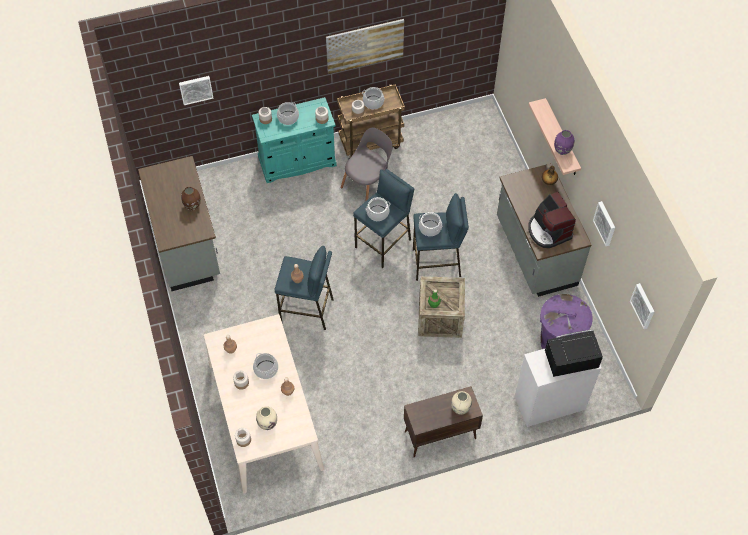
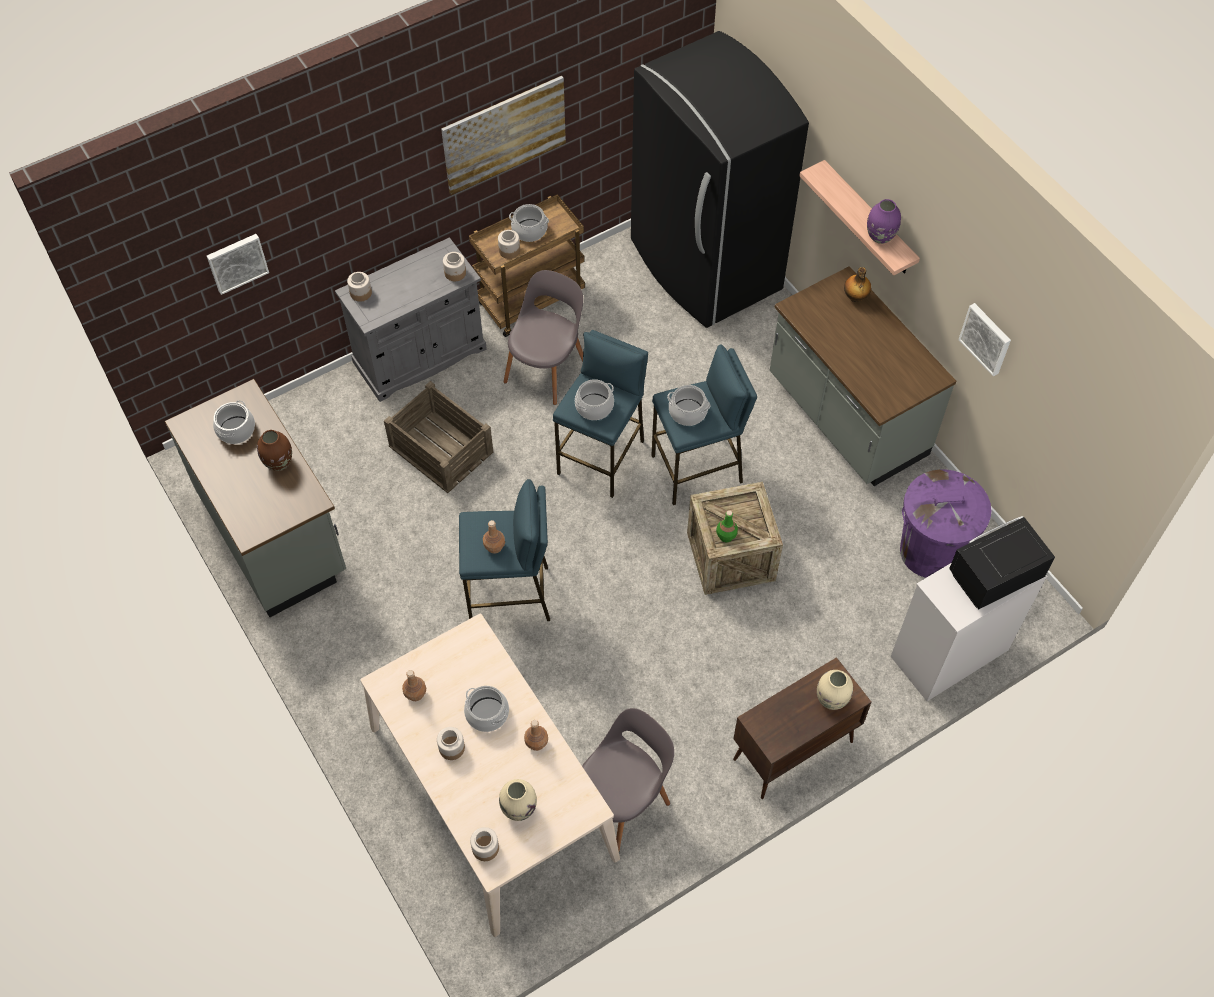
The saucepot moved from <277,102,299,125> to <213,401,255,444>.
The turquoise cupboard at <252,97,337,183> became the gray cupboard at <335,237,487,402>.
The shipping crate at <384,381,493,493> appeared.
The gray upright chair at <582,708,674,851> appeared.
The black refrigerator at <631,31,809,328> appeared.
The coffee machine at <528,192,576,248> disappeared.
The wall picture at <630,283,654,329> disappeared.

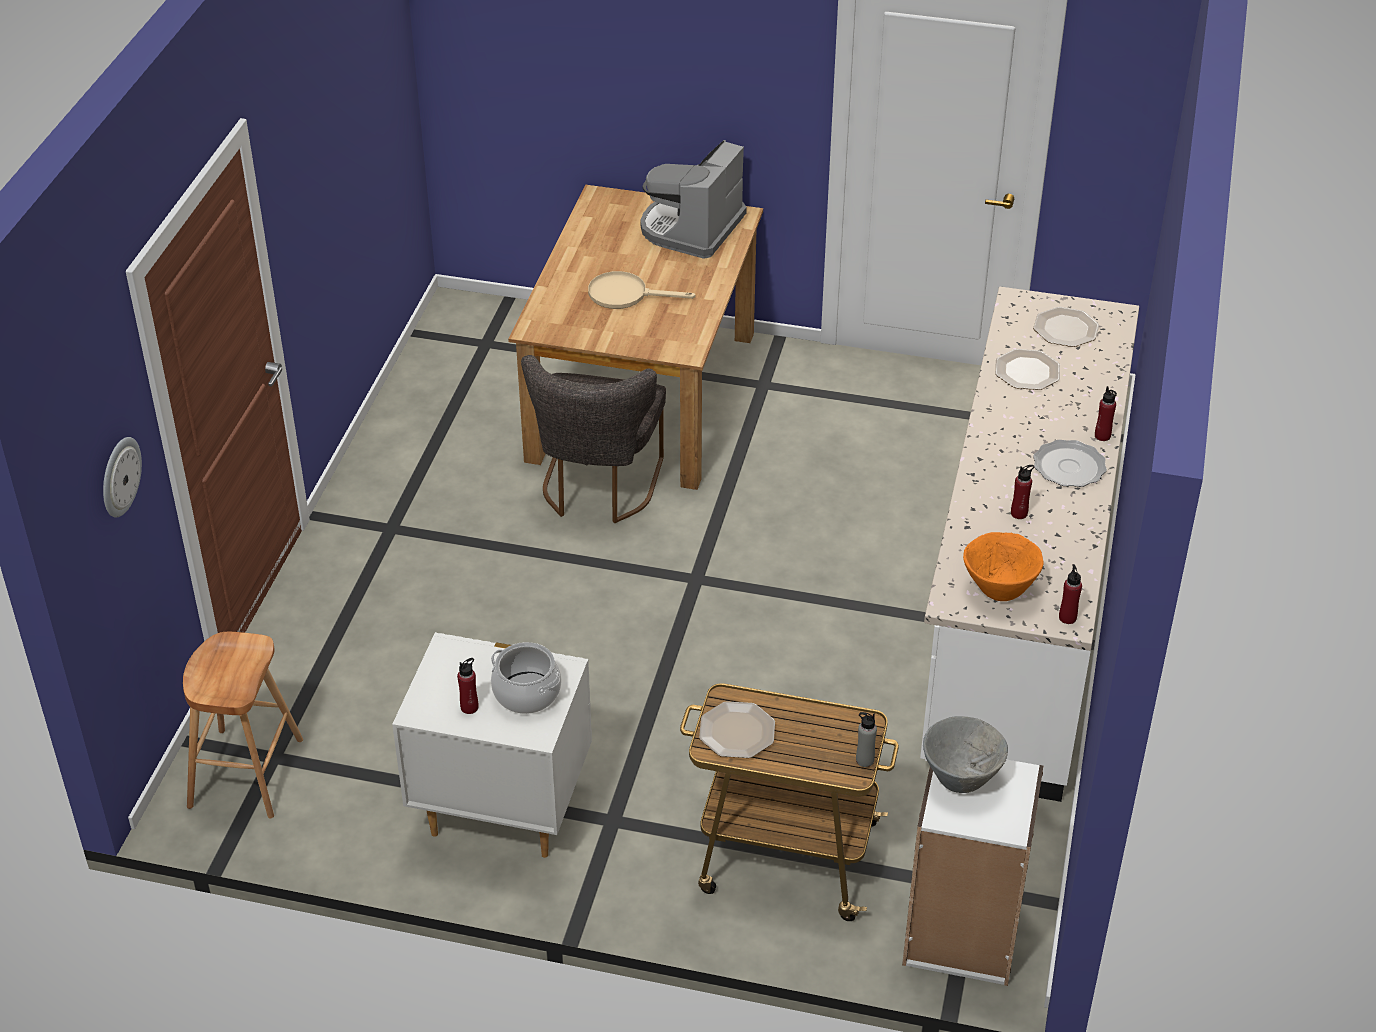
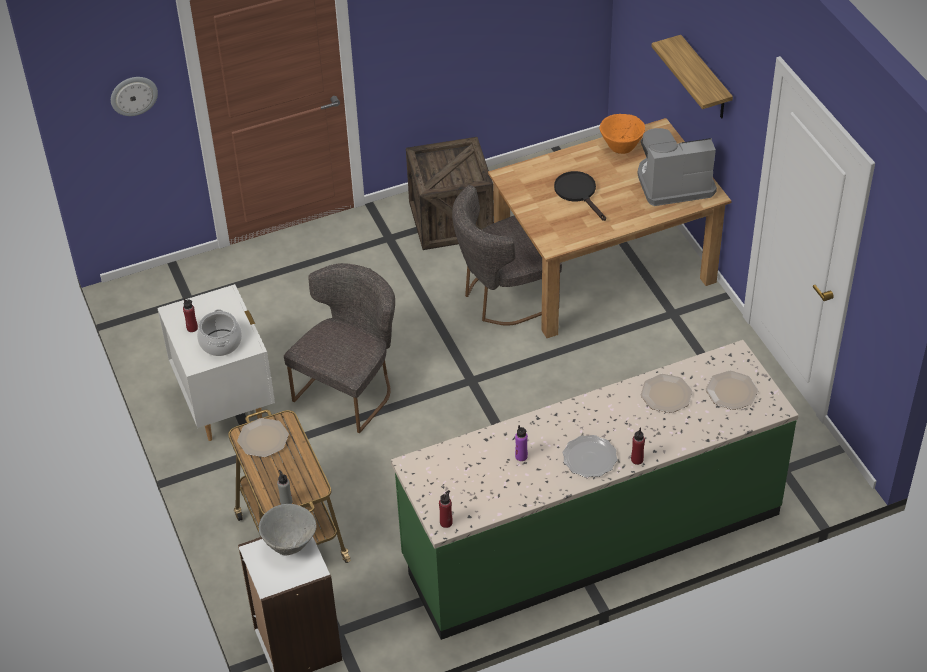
The gray upright chair at <284,263,395,433> appeared.
The white-coloured kitchen counter at <920,287,1139,802> became the greenish kitchen counter at <391,340,799,640>.
The shipping crate at <406,137,494,250> appeared.
The red drink bottle at <1011,465,1034,519> became the purple-coloured drink bottle at <515,425,528,461>.
The beige-coloured skillet at <588,271,696,309> became the black skillet at <554,171,606,221>.
The orangey bowl moved from <963,532,1043,601> to <599,114,645,154>.
The wall shelf at <652,35,733,118> appeared.
The brown-coloured sitting stool at <183,632,303,818> disappeared.

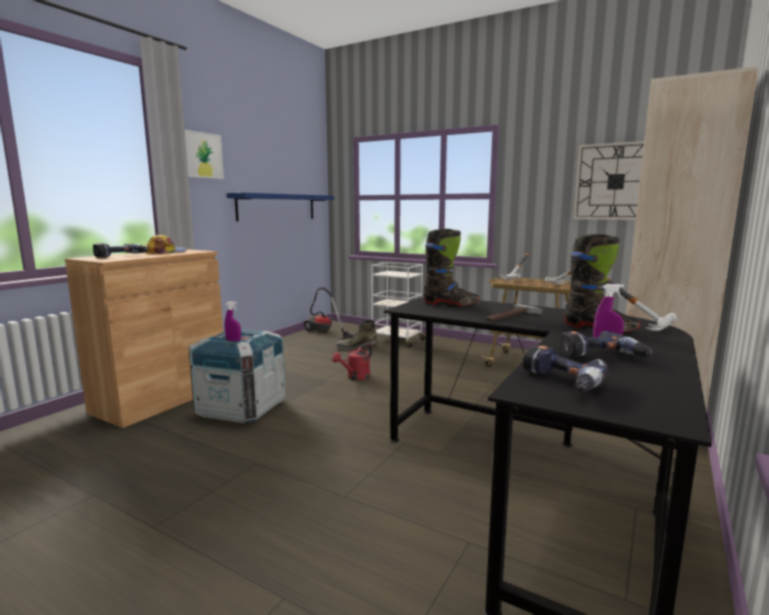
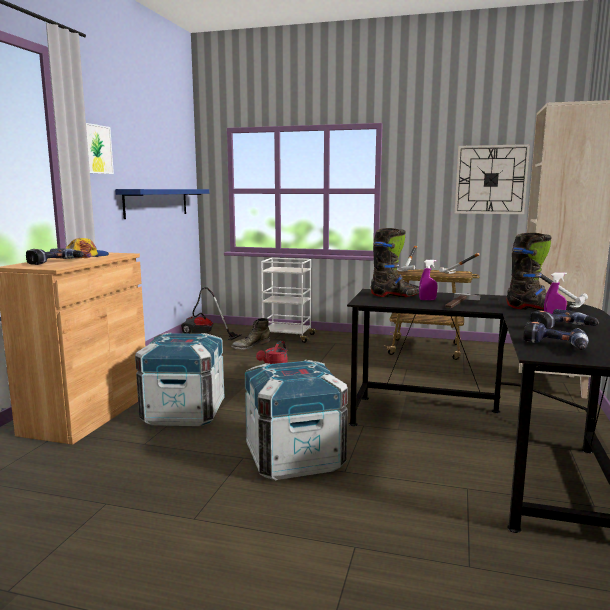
The shipping crate at <244,360,348,480> appeared.
The purple-coloured spray bottle moved from <225,301,241,341> to <419,260,437,300>.

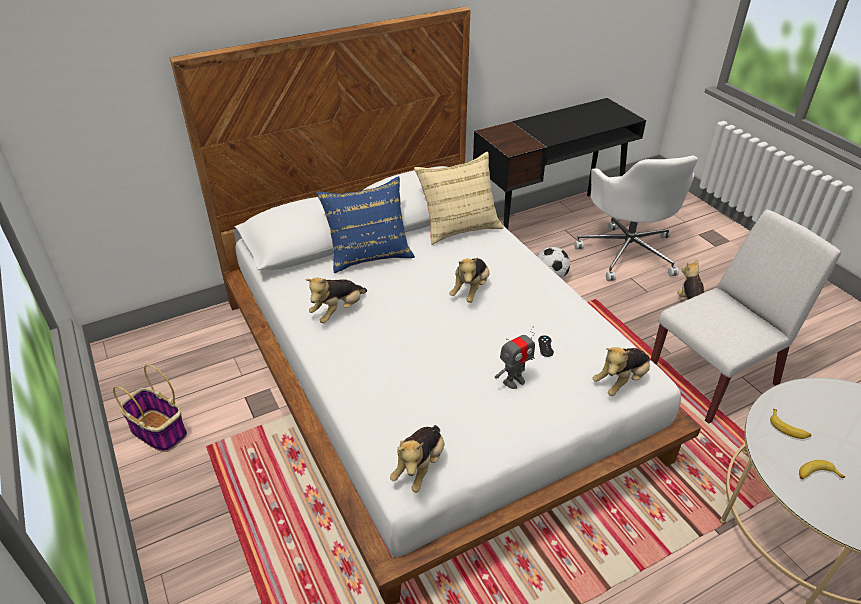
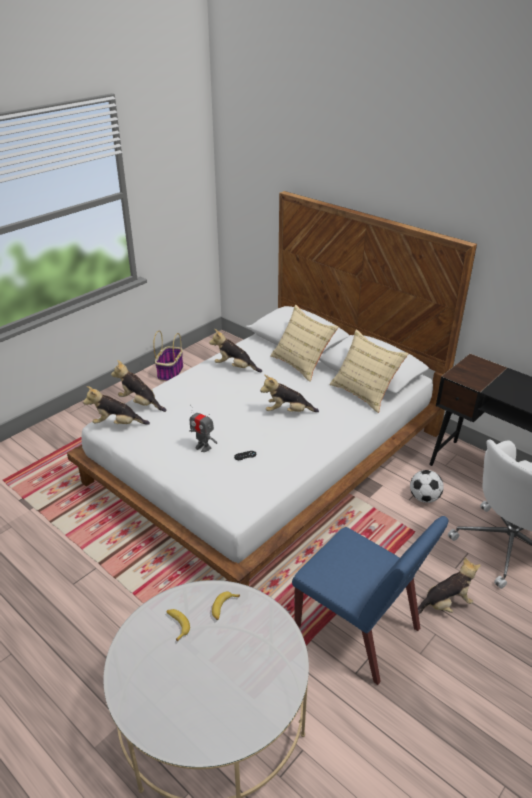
The plush toy moved from <593,347,650,396> to <111,360,166,412>.
The bluish pillow at <316,176,415,273> became the beige-coloured pillow at <270,305,339,382>.
The white-coloured upright chair at <651,210,841,424> became the bluish upright chair at <292,516,449,685>.

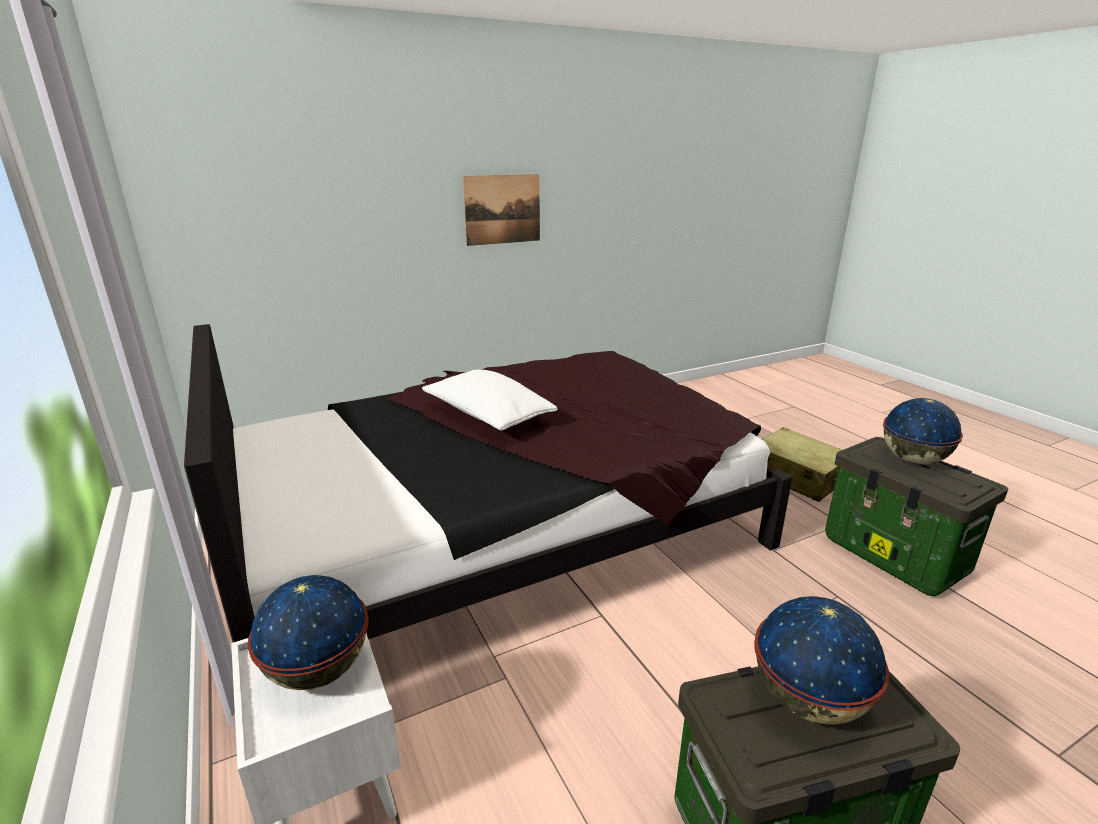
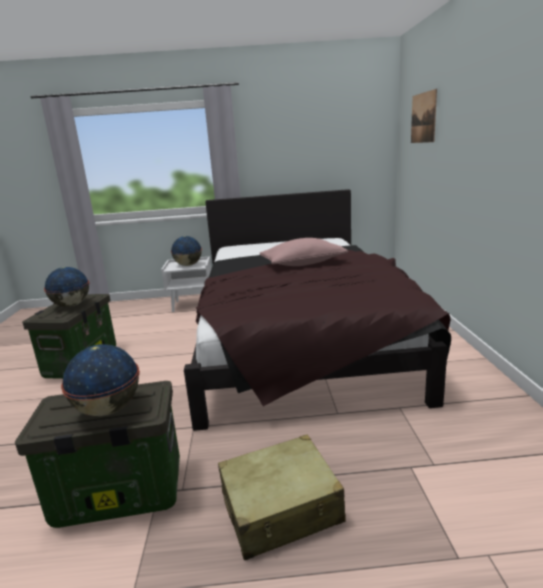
The white-coloured pillow at <422,370,558,431> became the pinkish pillow at <259,238,348,266>.
The wall picture moved from <463,174,540,246> to <411,89,437,143>.

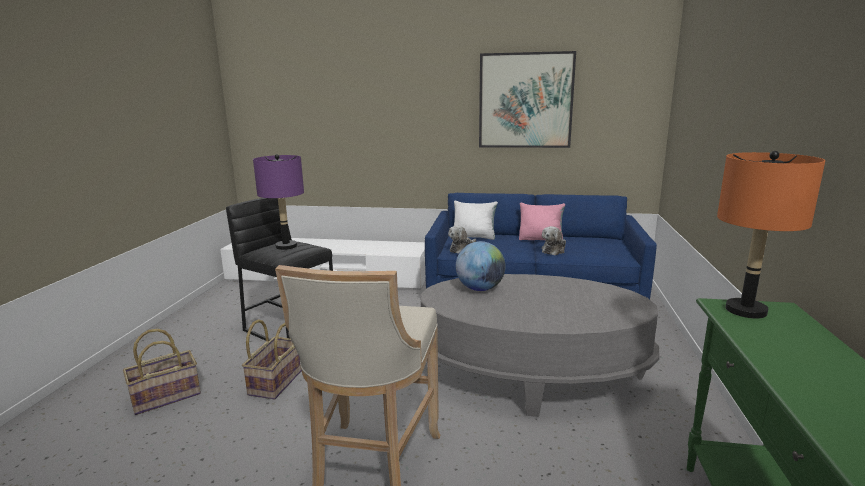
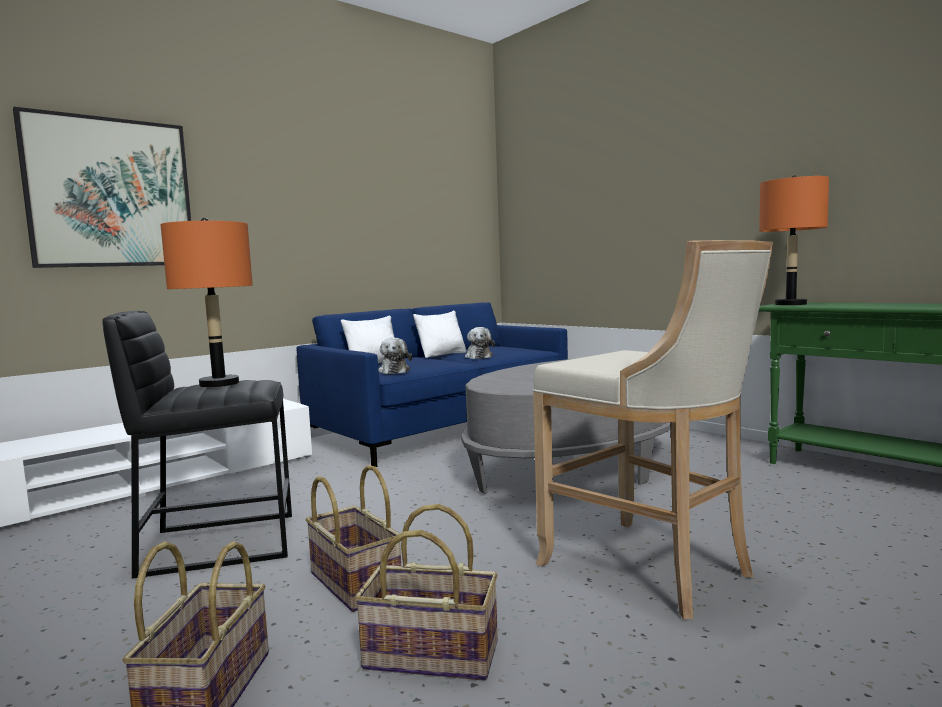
The wall picture moved from <479,51,576,148> to <13,107,191,268>.
The purple-coloured lamp for a table at <253,154,304,250> became the orangey lamp for a table at <160,218,253,387>.
The basket at <355,504,498,681> appeared.
The pinkish pillow at <519,203,565,240> became the white-coloured pillow at <413,311,467,358>.
The world globe at <456,241,505,291> disappeared.

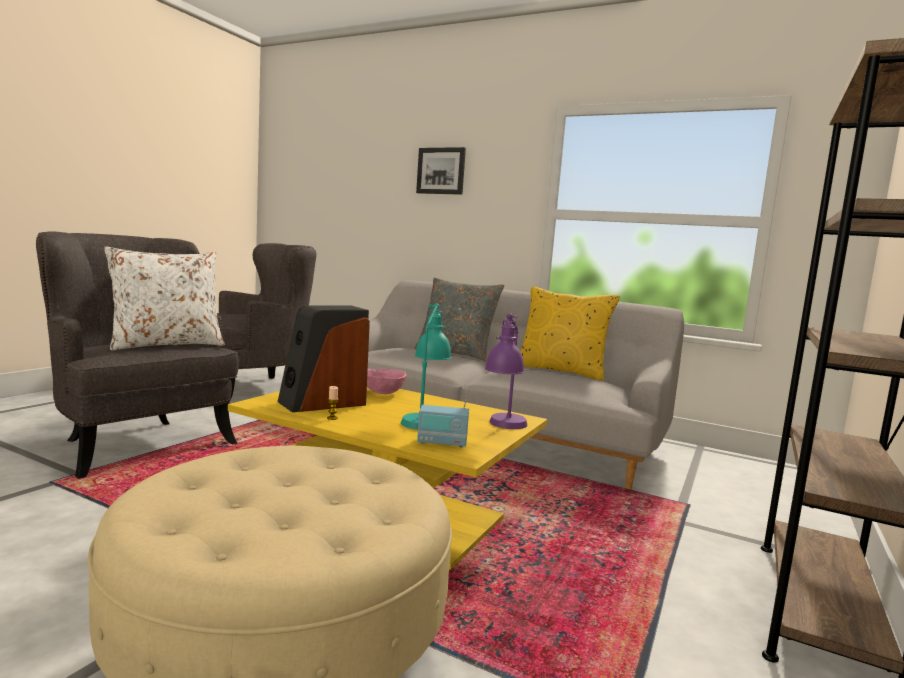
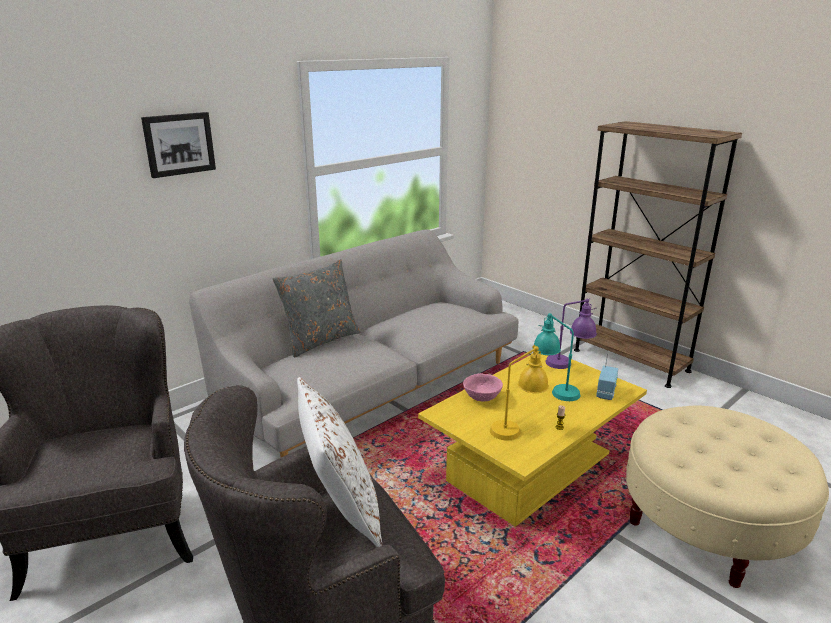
The audio speaker at <278,305,370,412> was replaced by the yellowish lamp for a table at <490,345,549,440>.
The yellowish pillow at <521,287,620,381> disappeared.

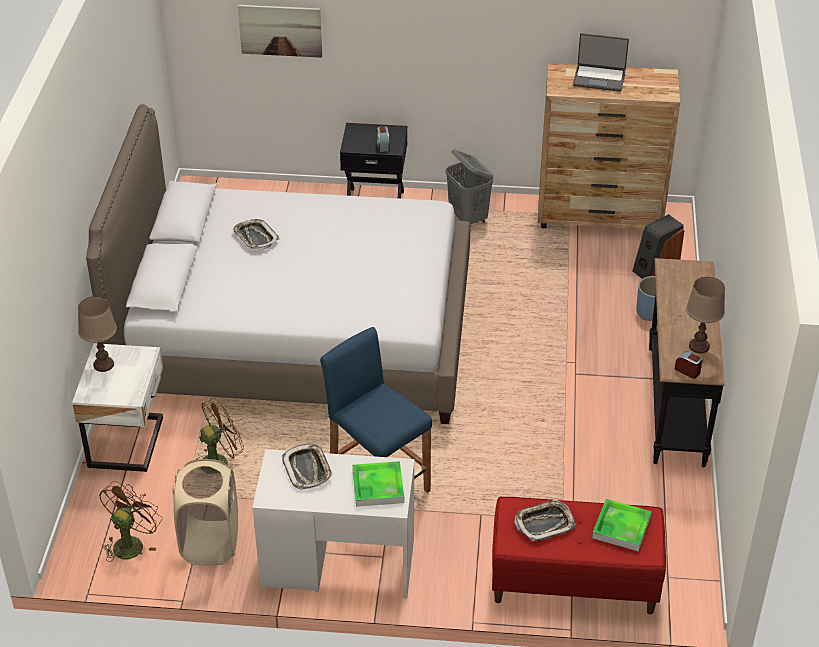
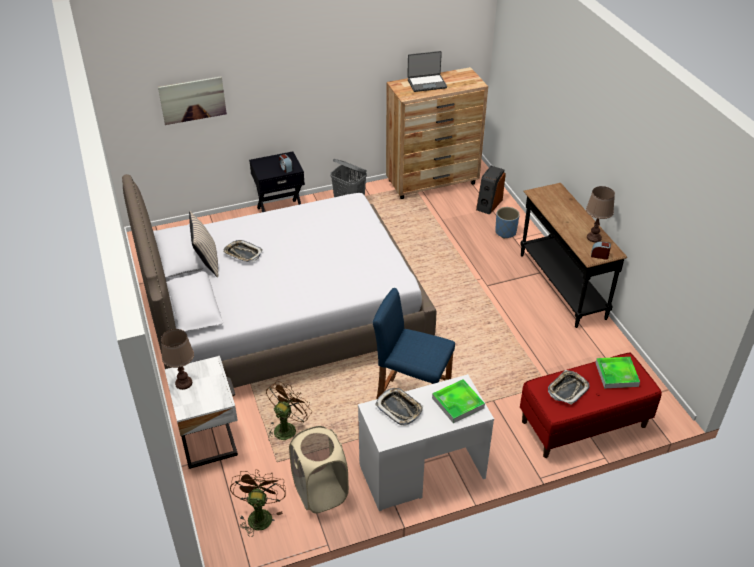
The beige-coloured pillow at <189,211,218,277> appeared.

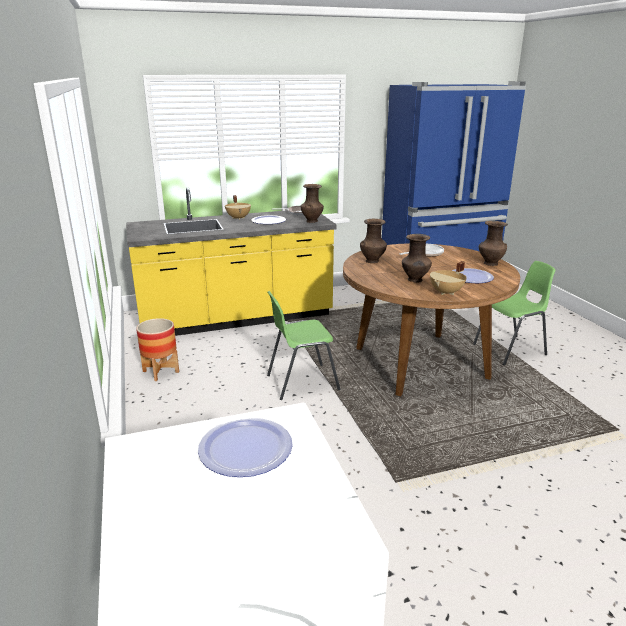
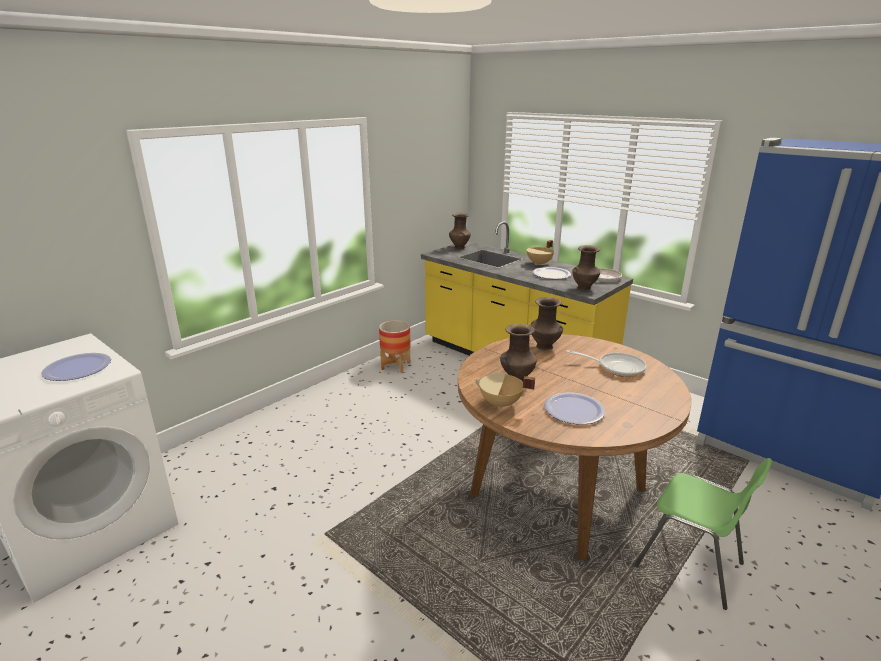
The brown-coloured decorative vase moved from <479,221,508,266> to <449,213,471,249>.
The greenish upright chair at <267,291,341,400> disappeared.

